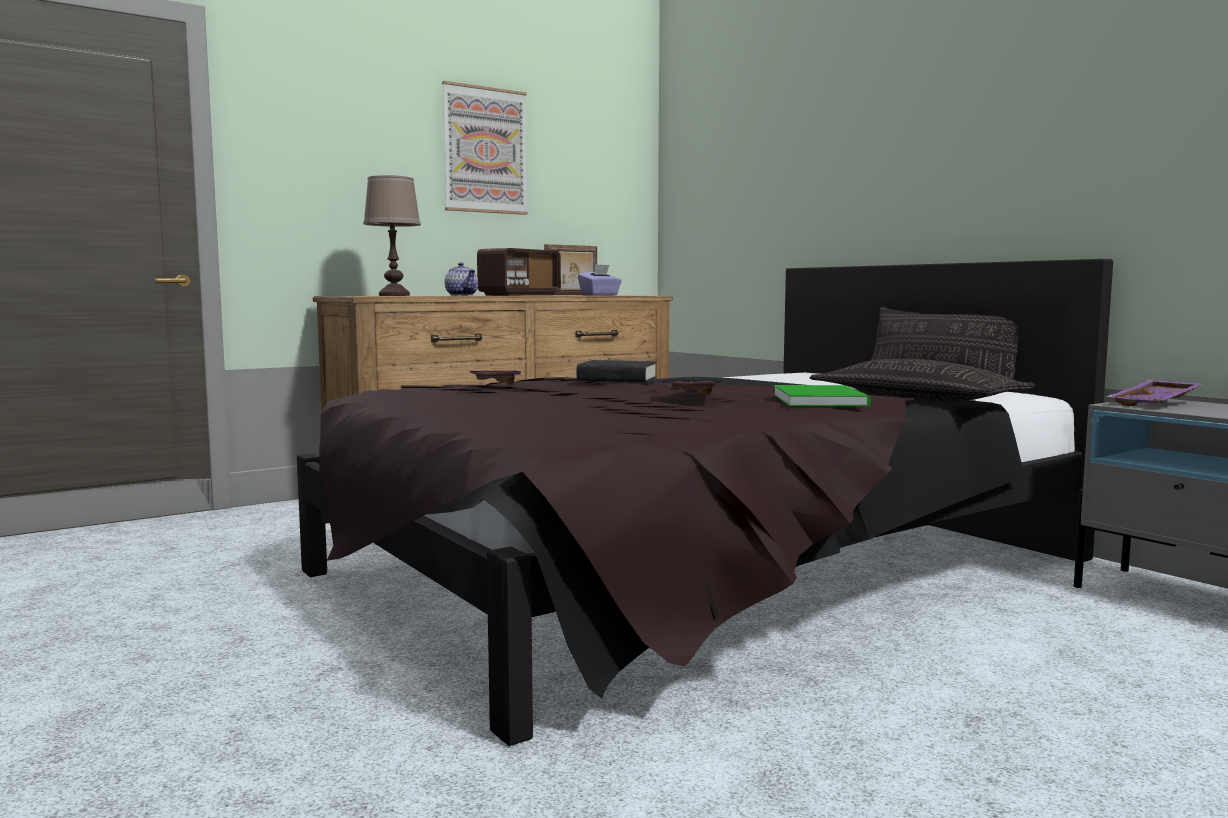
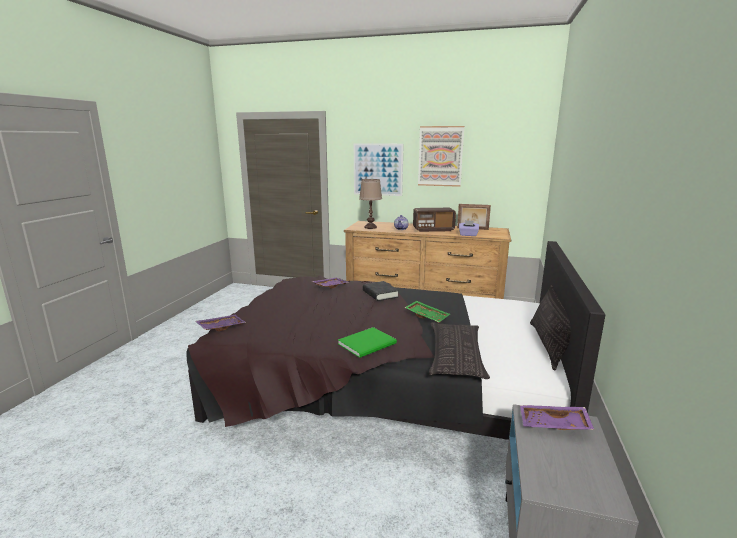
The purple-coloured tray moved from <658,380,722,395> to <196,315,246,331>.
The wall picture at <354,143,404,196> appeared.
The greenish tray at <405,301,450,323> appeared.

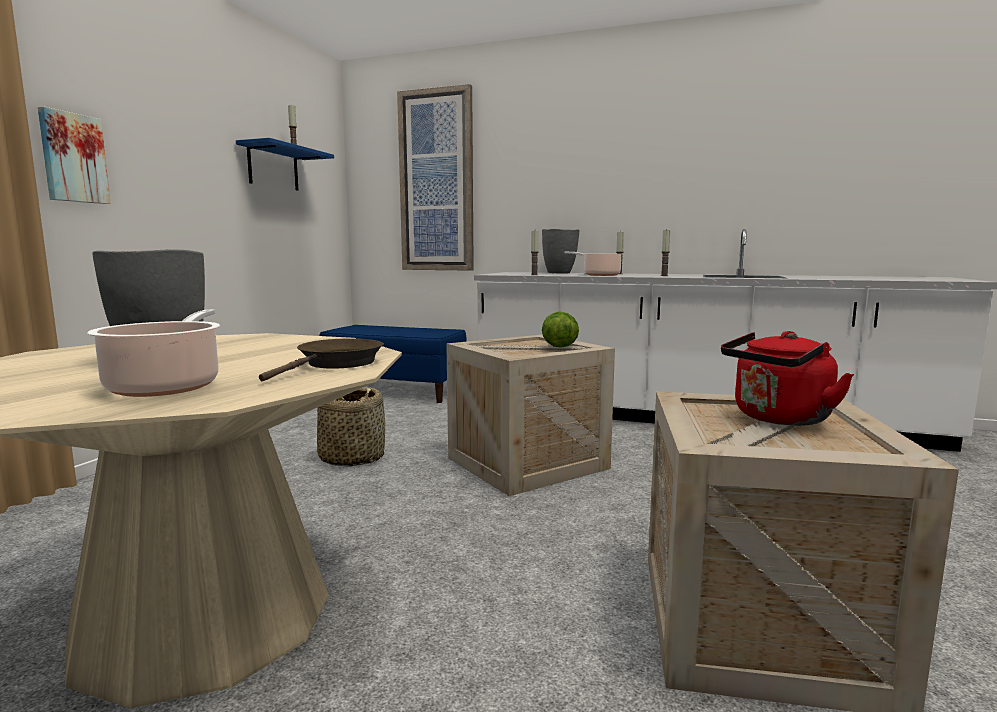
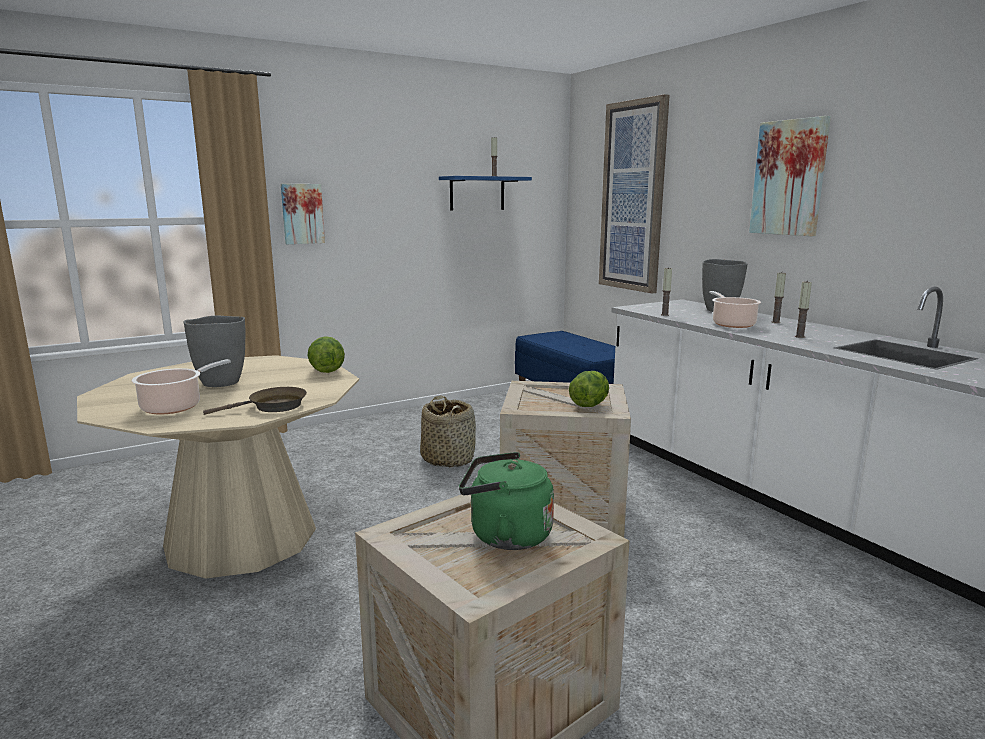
The lettuce at <307,336,345,373> appeared.
The red kettle at <721,331,854,426> became the greenish kettle at <459,452,554,550>.
The wall picture at <749,116,831,236> appeared.

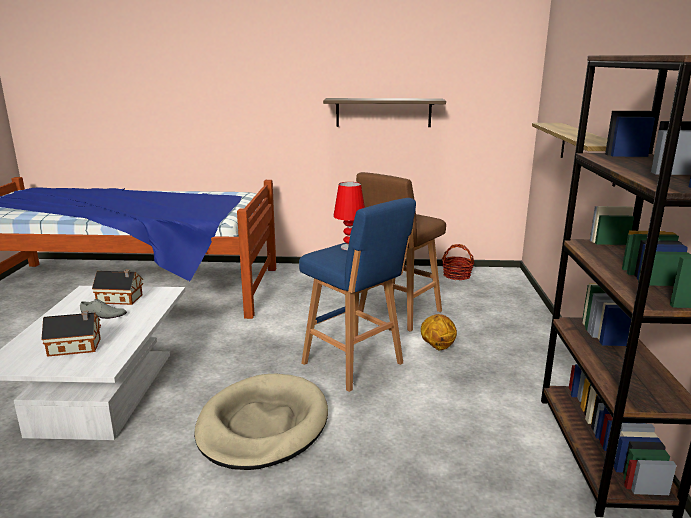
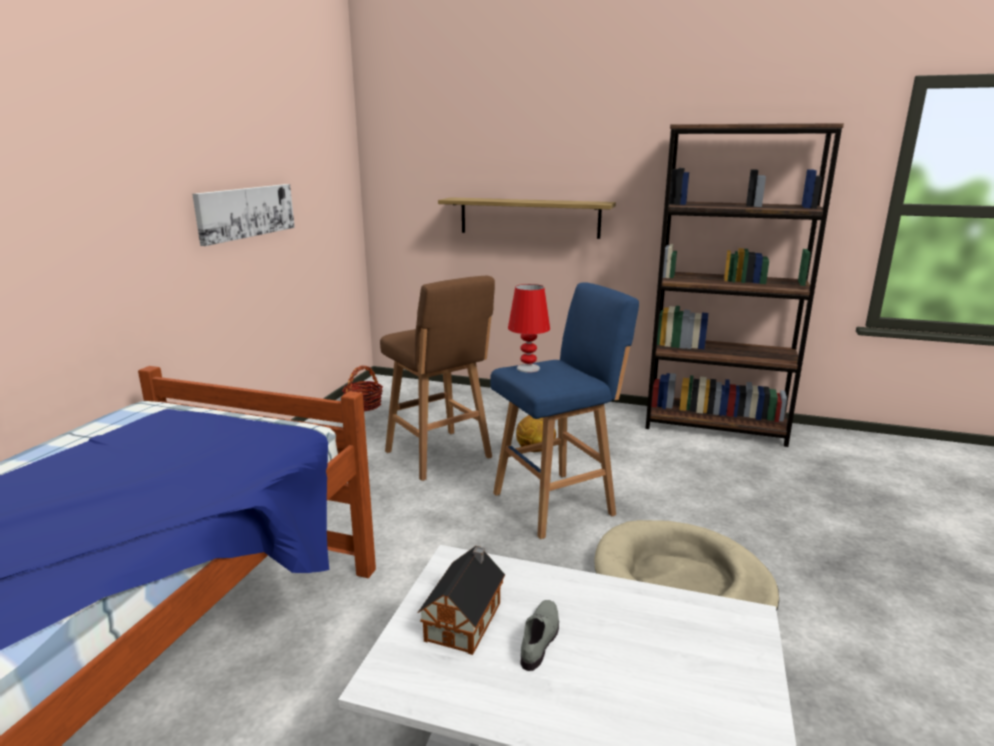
The wall shelf at <323,98,446,127> was replaced by the wall picture at <192,184,295,246>.
The toy house at <41,311,101,357> disappeared.

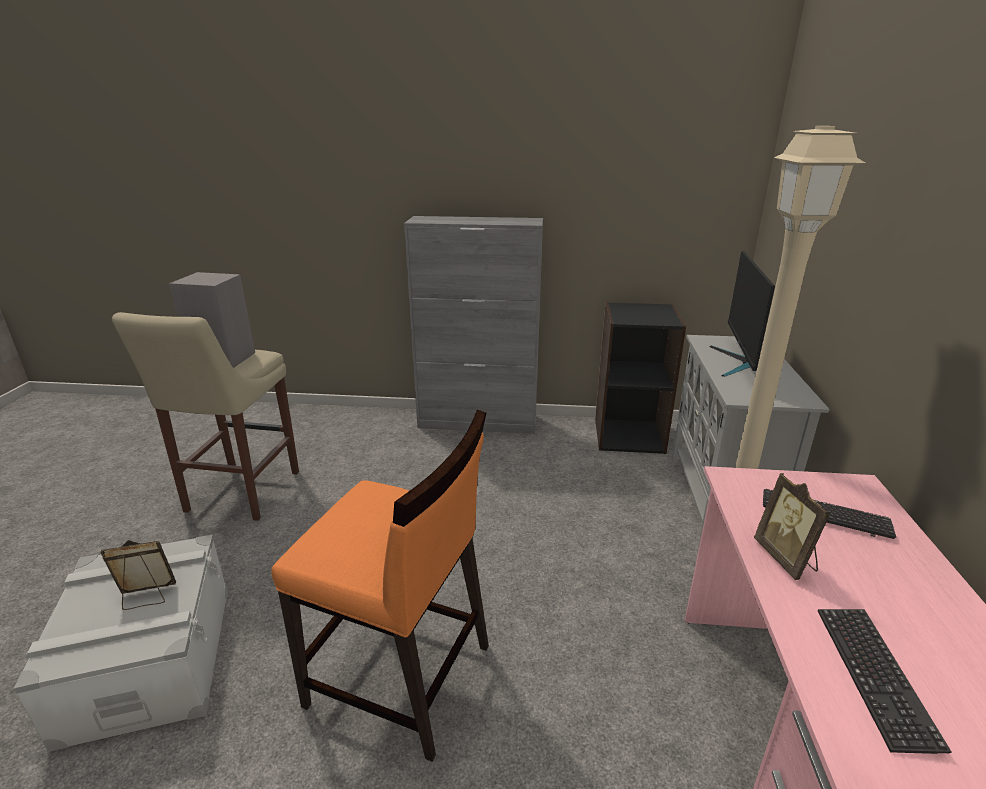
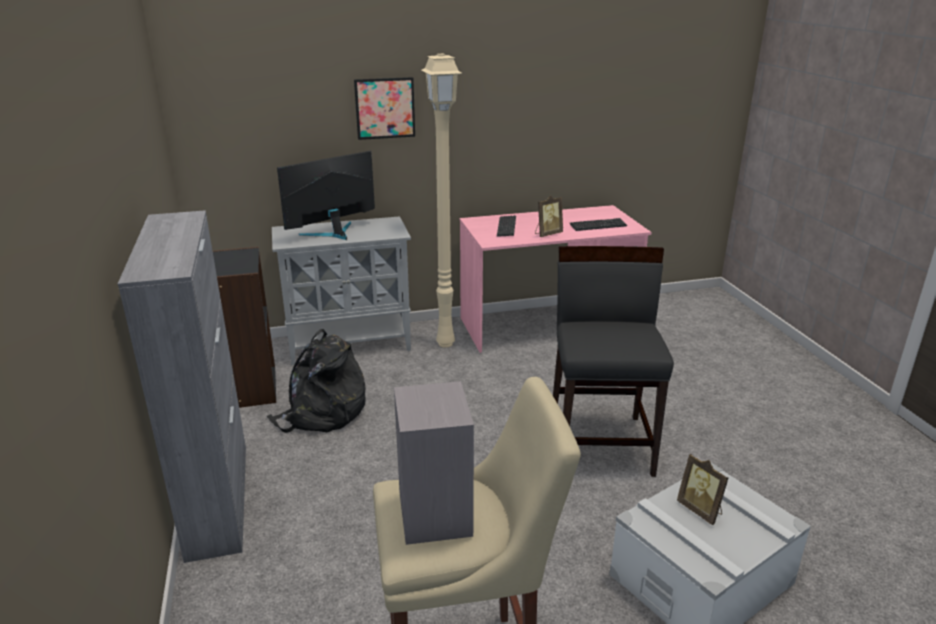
The black backpack at <267,329,366,433> appeared.
The computer screen at <710,251,775,377> turned 150 degrees clockwise.
The wall picture at <354,77,415,140> appeared.
The orangey upright chair at <271,410,489,762> became the black upright chair at <553,246,674,477>.

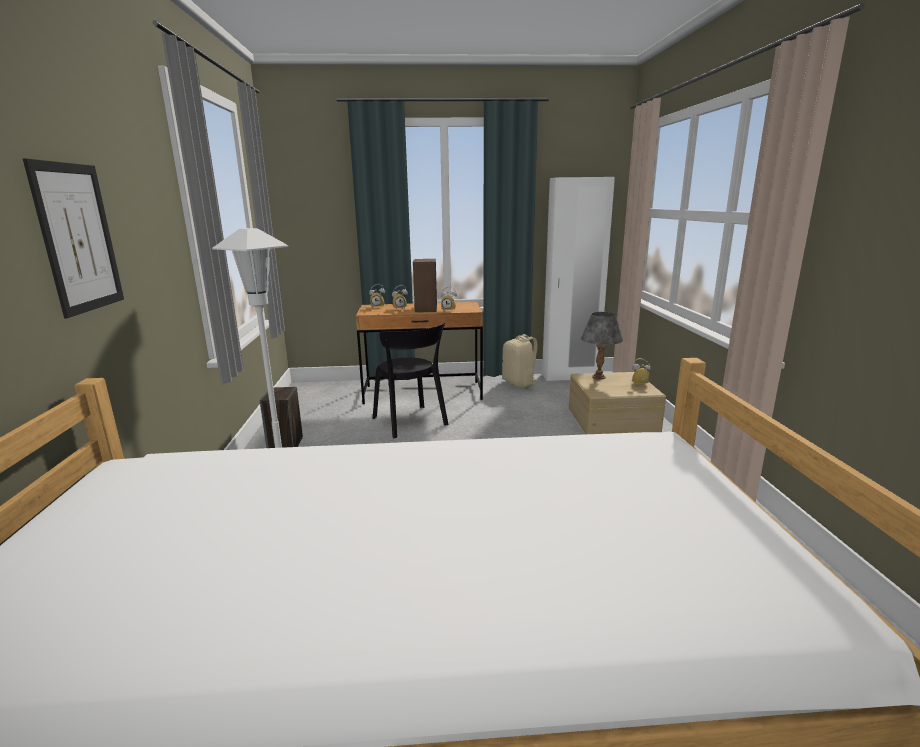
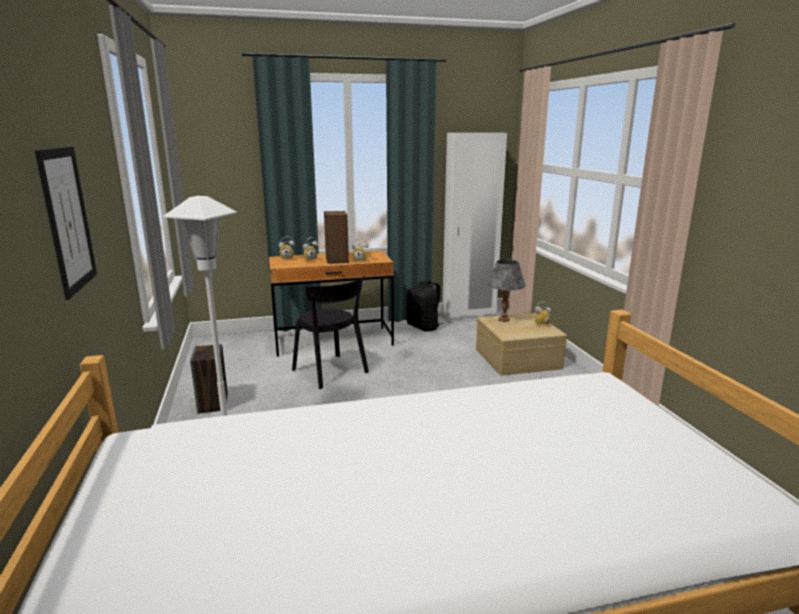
The beige-coloured backpack at <502,334,540,388> became the black backpack at <406,280,443,332>.

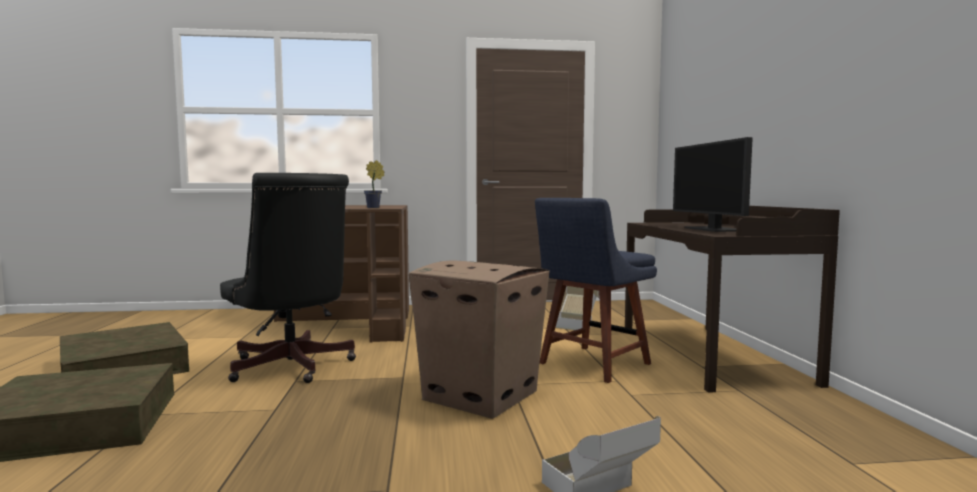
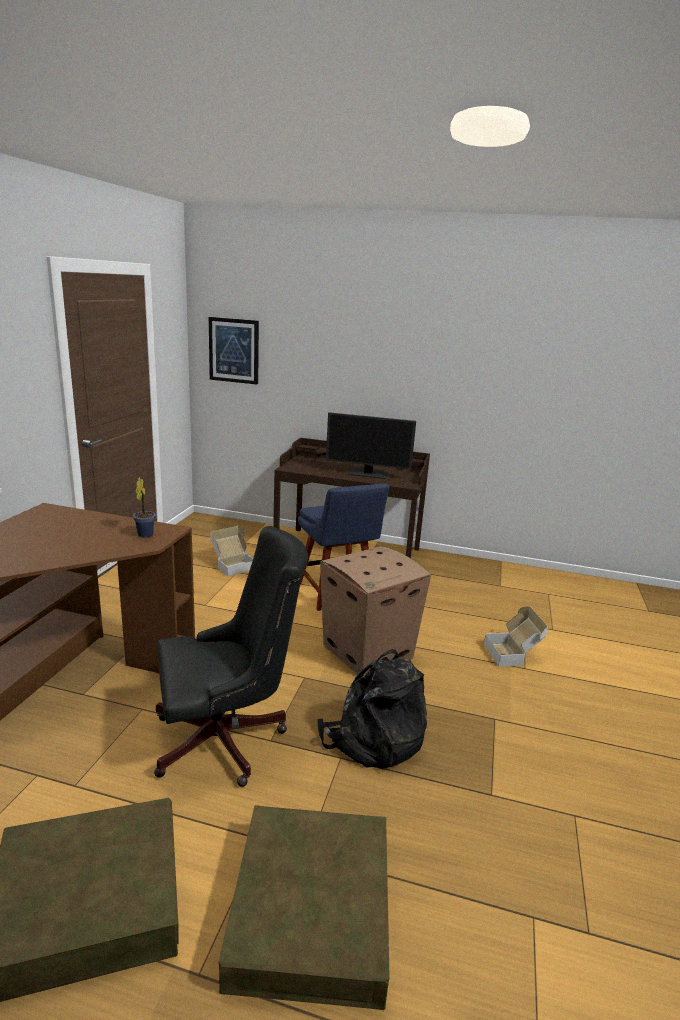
The wall picture at <209,317,259,384> appeared.
The black backpack at <317,649,427,769> appeared.

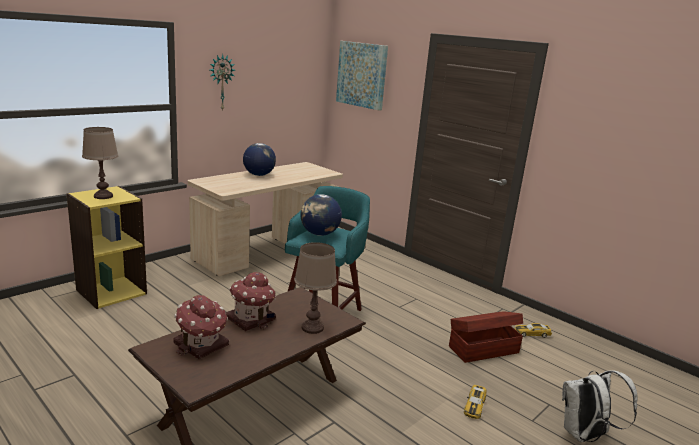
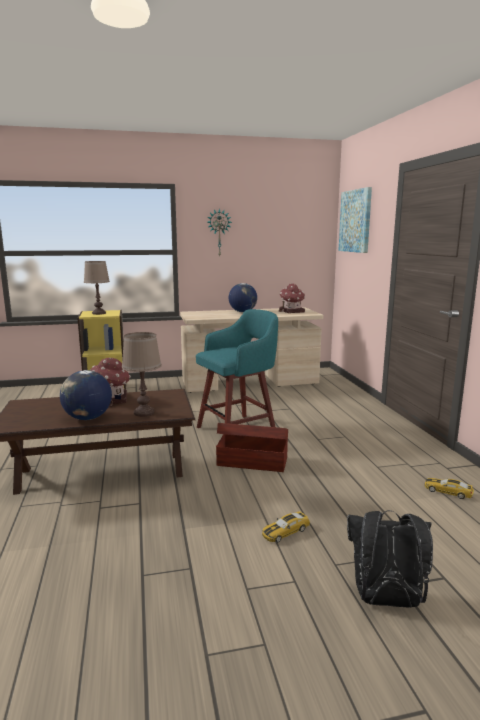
The world globe moved from <300,194,342,236> to <60,370,112,420>.
The brown-coloured storage bin moved from <449,311,523,363> to <216,423,288,472>.
The toy house moved from <173,295,229,359> to <279,283,305,313>.
The white-coloured backpack at <562,370,638,442> became the black backpack at <347,510,433,608>.

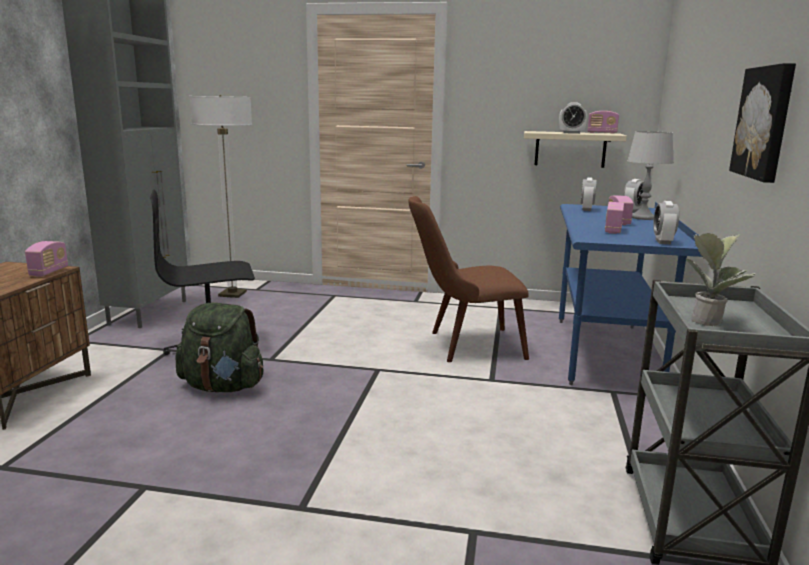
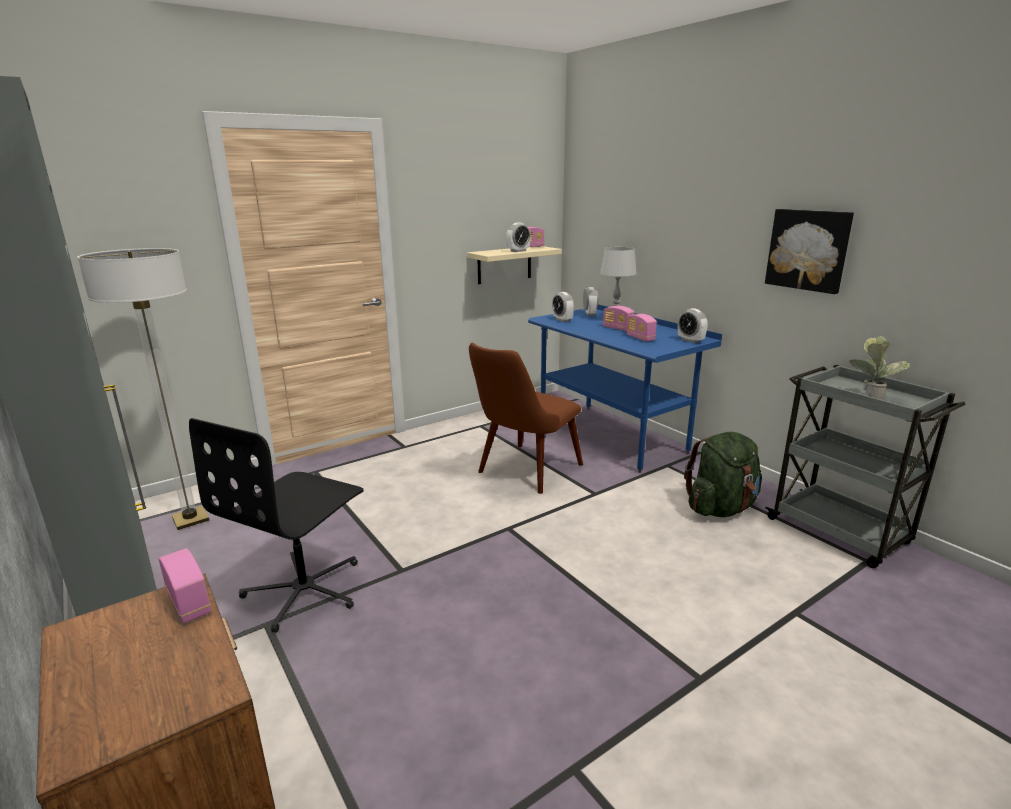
The greenish backpack moved from <175,303,263,392> to <684,432,762,517>.

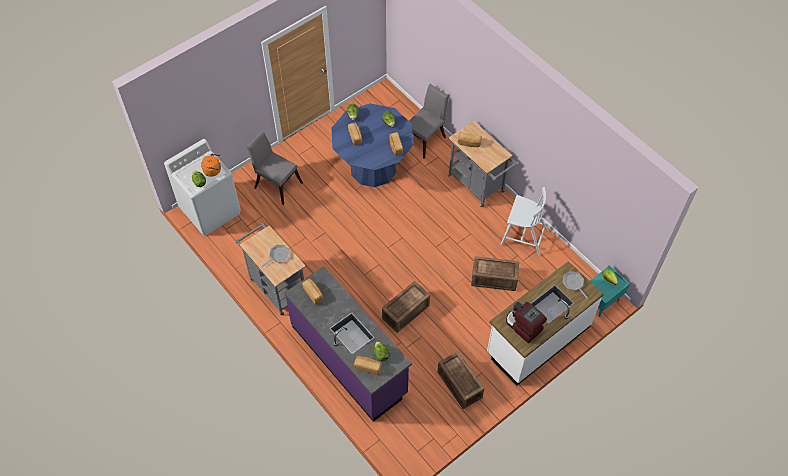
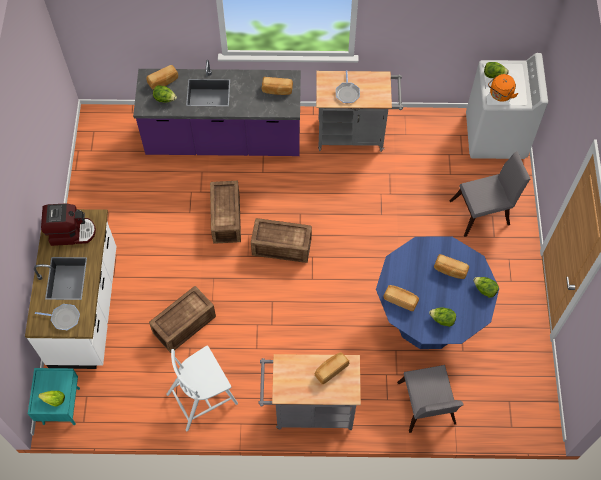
The shipping crate moved from <438,351,484,409> to <251,218,312,263>.

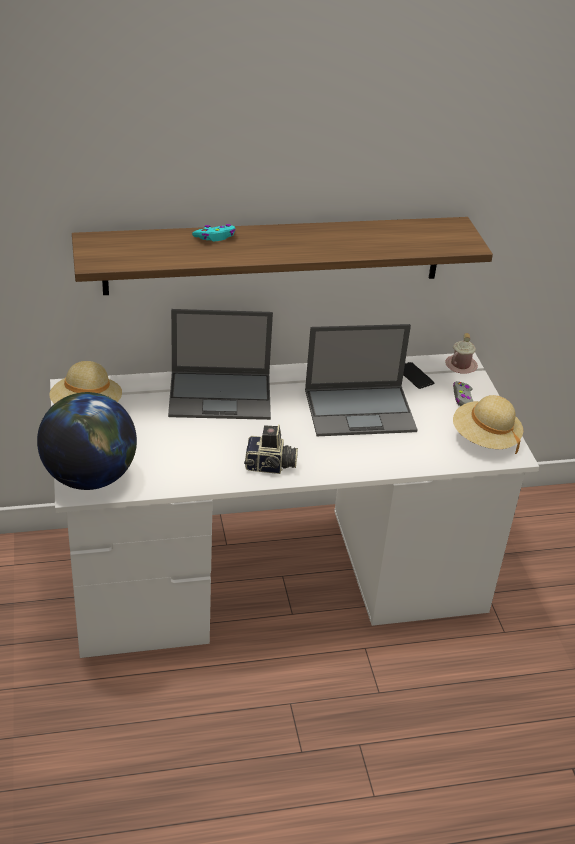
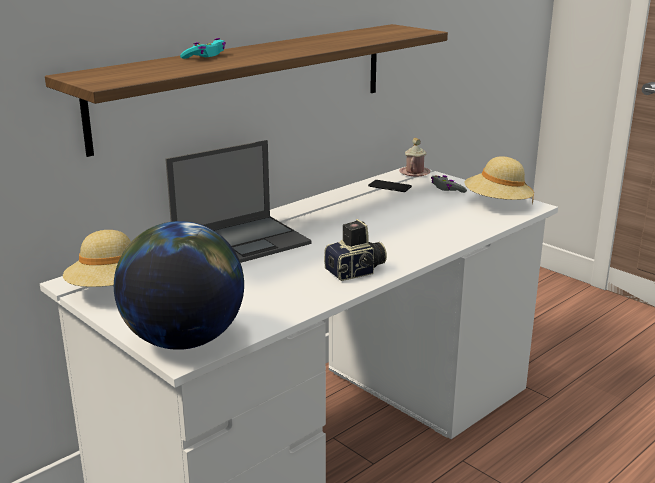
The notebook computer at <305,324,418,436> disappeared.

